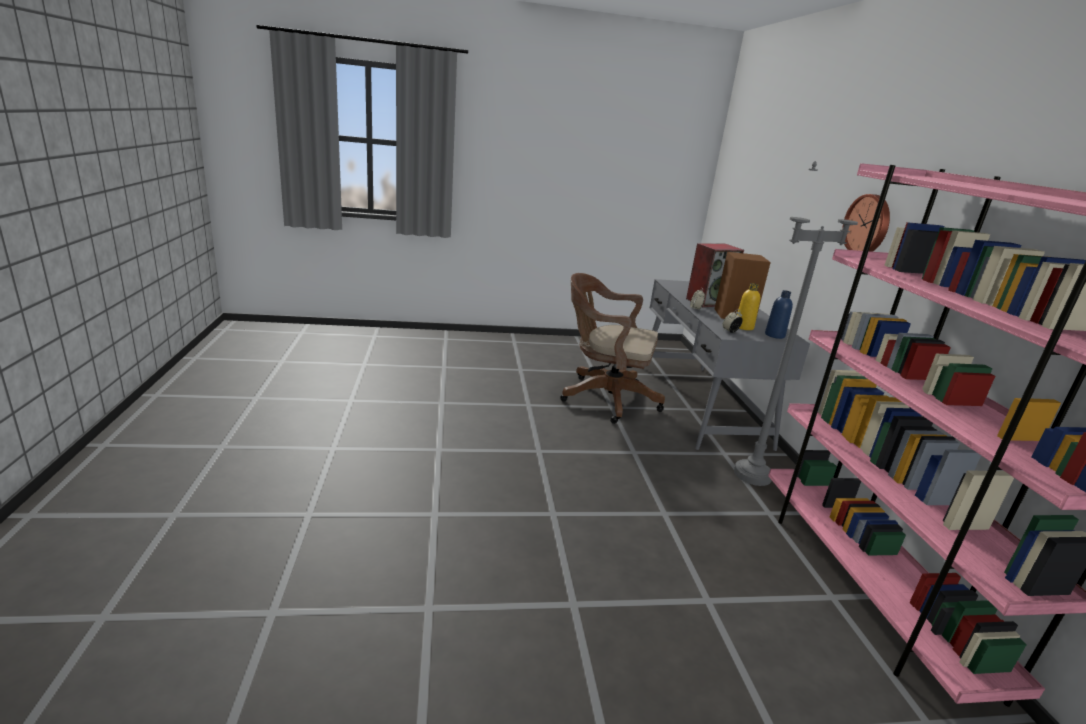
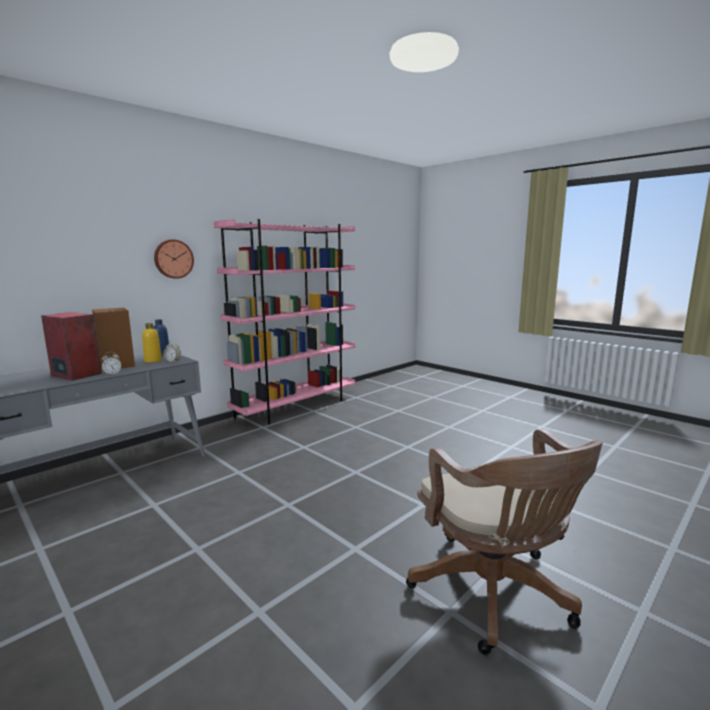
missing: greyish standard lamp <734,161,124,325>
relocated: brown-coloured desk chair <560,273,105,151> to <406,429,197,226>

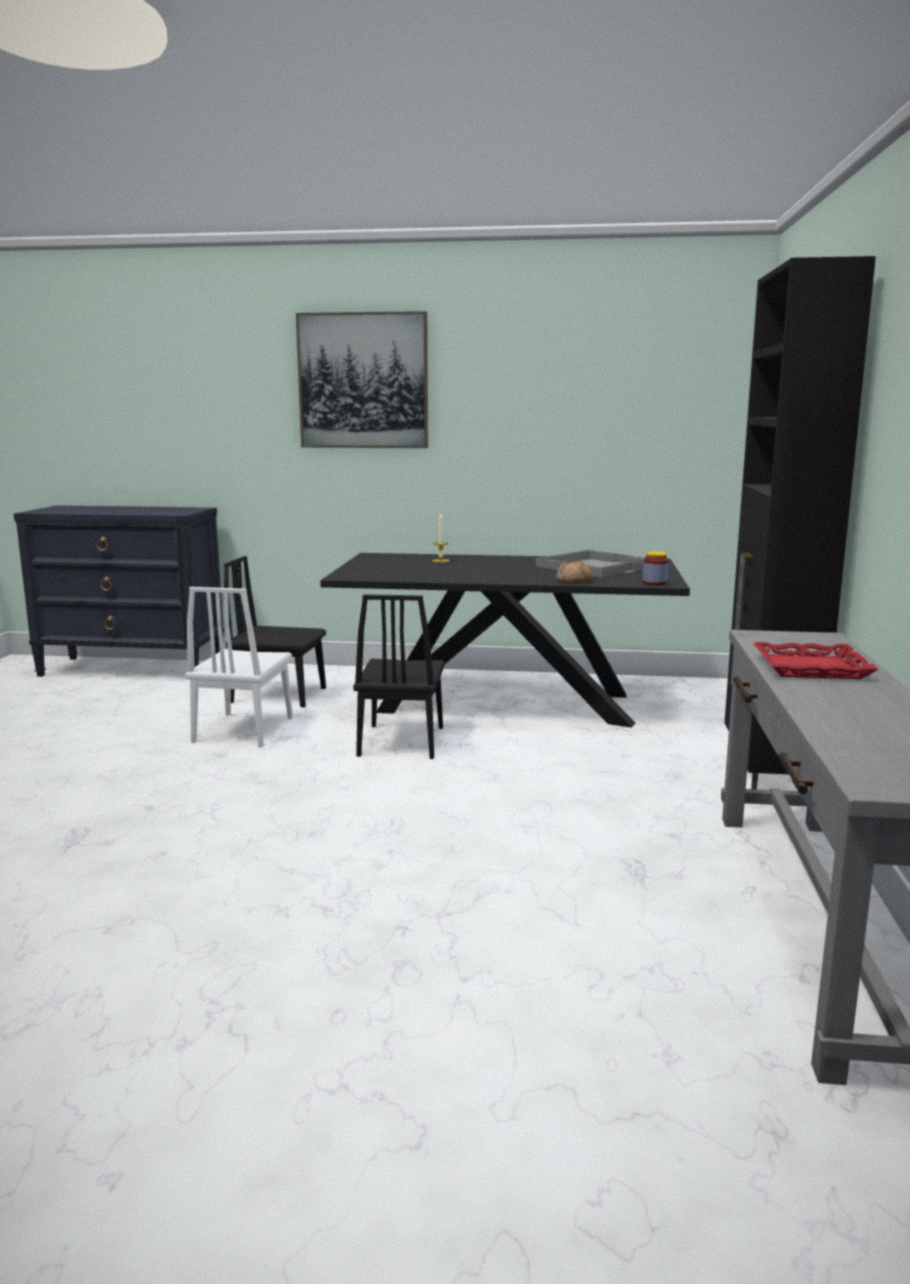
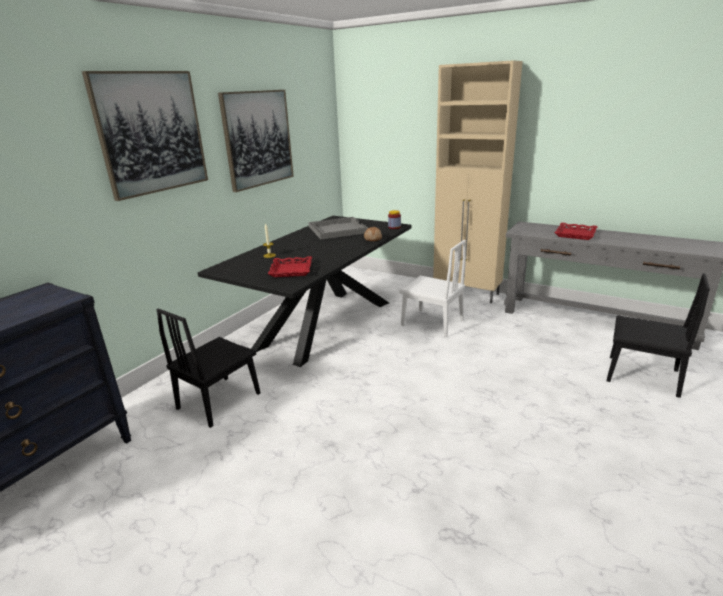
appeared: wall art <218,90,76,102>; reddish serving tray <268,256,44,21>
relocated: white upright chair <186,587,107,160> to <399,240,67,98>; blackish upright chair <353,594,91,165> to <607,273,103,125>
colour: blackish cupboard <724,256,152,533> to beige-coloured cupboard <433,60,90,243>

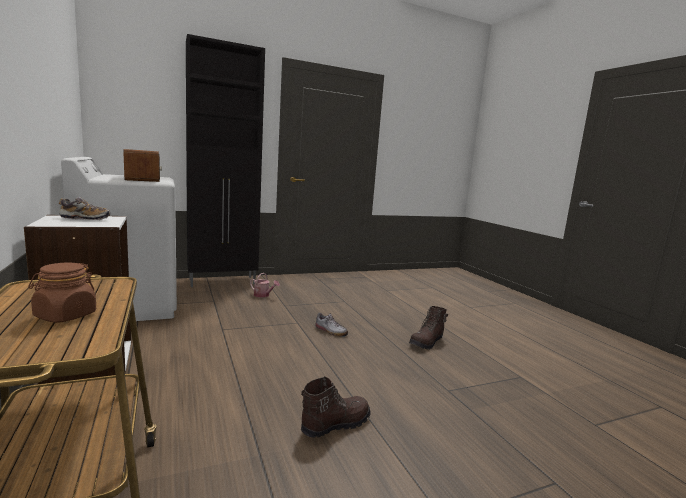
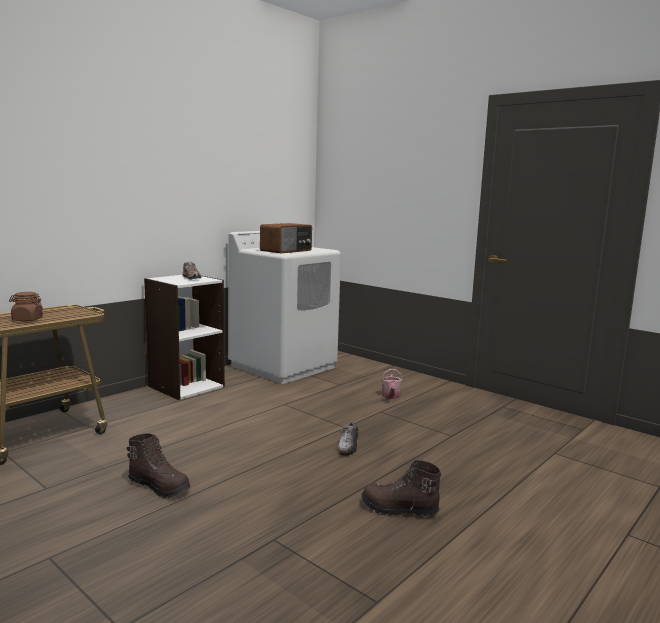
missing: blackish cupboard <186,34,79,253>

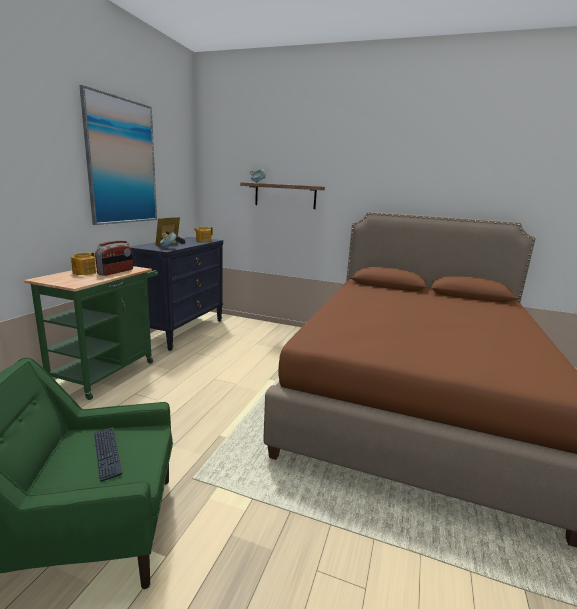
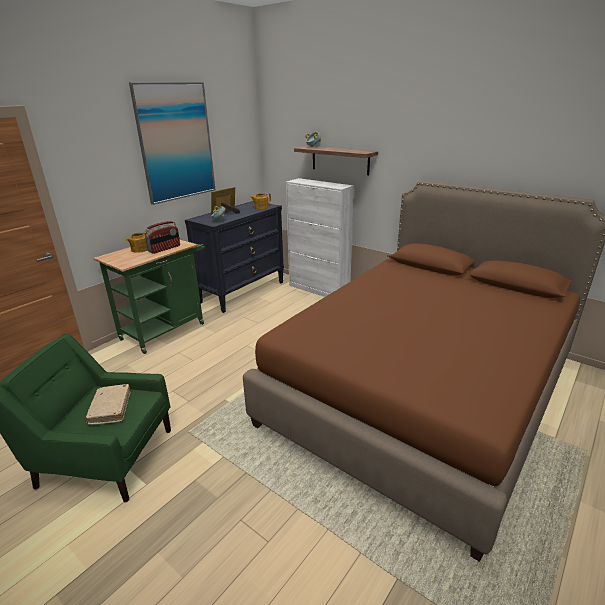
appeared: white cupboard <286,178,68,119>
exchanged: computer keyboard <94,427,28,55> to beige-coloured bound book <85,384,45,41>

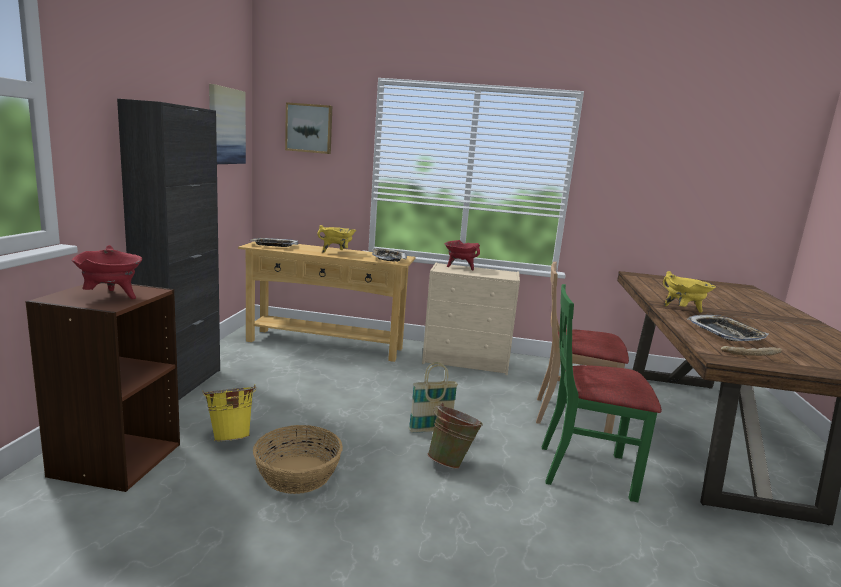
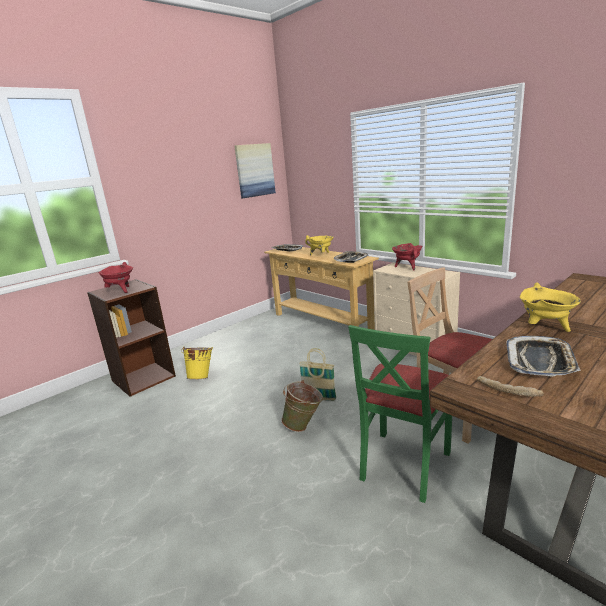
missing: blackish cupboard <117,99,103,302>; basket <253,425,90,69>; wall art <285,102,47,52>
spun: green-coloured upright chair <542,284,120,218> = <348,325,104,178> 105 degrees counterclockwise

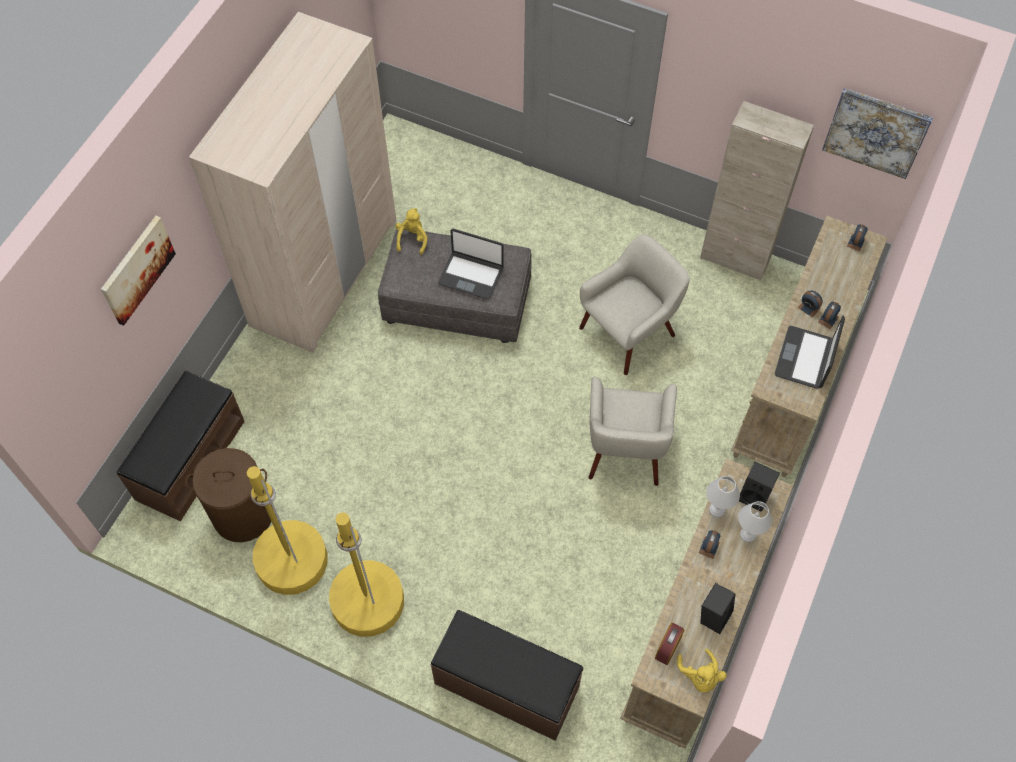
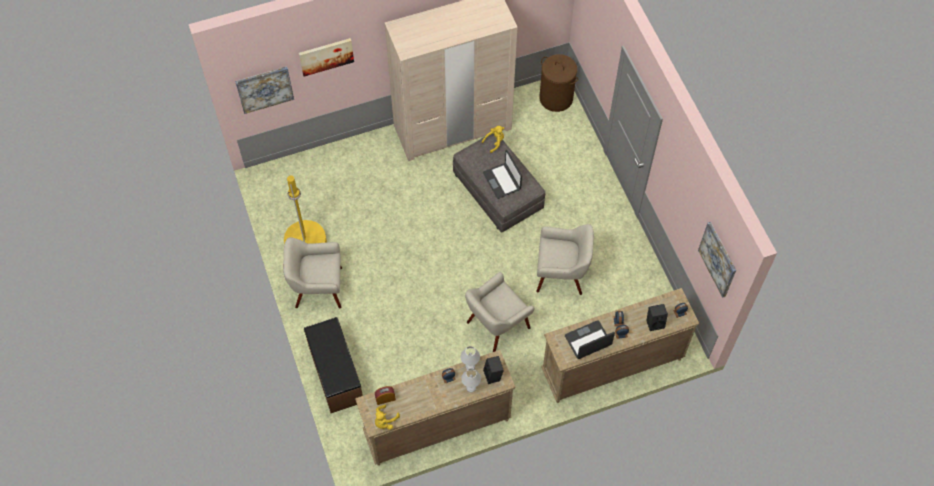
missing: brown-coloured bench <117,371,128,151>; beige-coloured cupboard <700,101,114,180>
appeared: wall art <235,66,59,48>
relocated: brown-coloured washing basket <185,448,87,94> to <539,54,39,58>; blackish loudspeaker <700,583,36,51> to <646,304,22,27>
exchanged: yellowish standard lamp <329,513,75,124> to beige-coloured lounge chair <283,237,59,72>

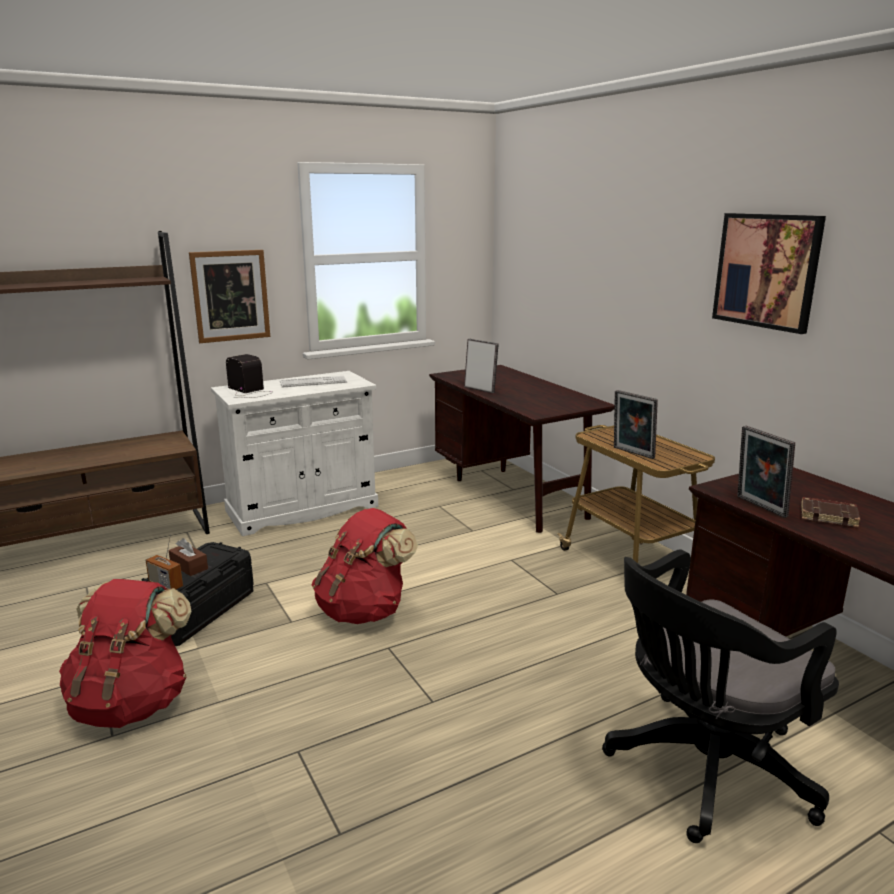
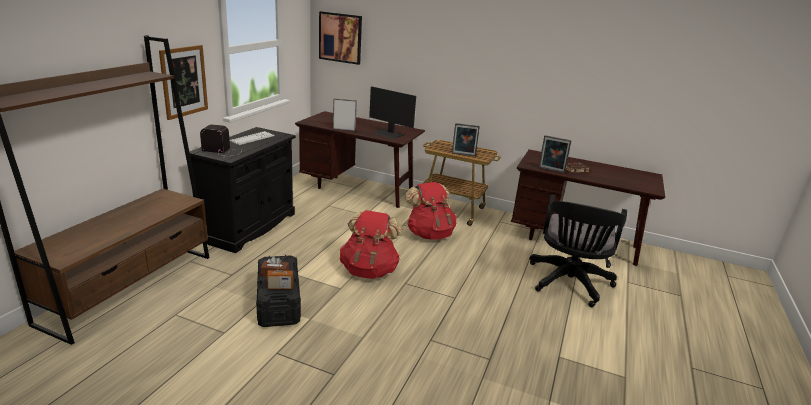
appeared: computer screen <369,86,47,53>
relocated: reddish backpack <59,579,133,149> to <405,182,52,58>; wall art <712,213,114,121> to <319,11,43,54>
colour: white cupboard <211,371,167,165> to blackish cupboard <189,127,107,126>

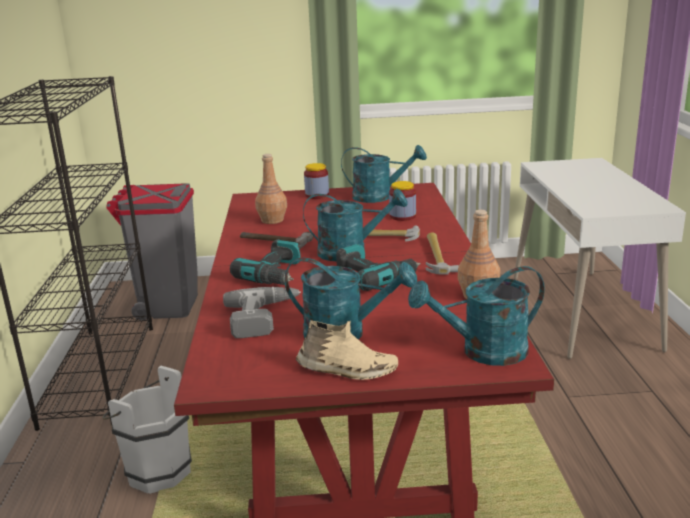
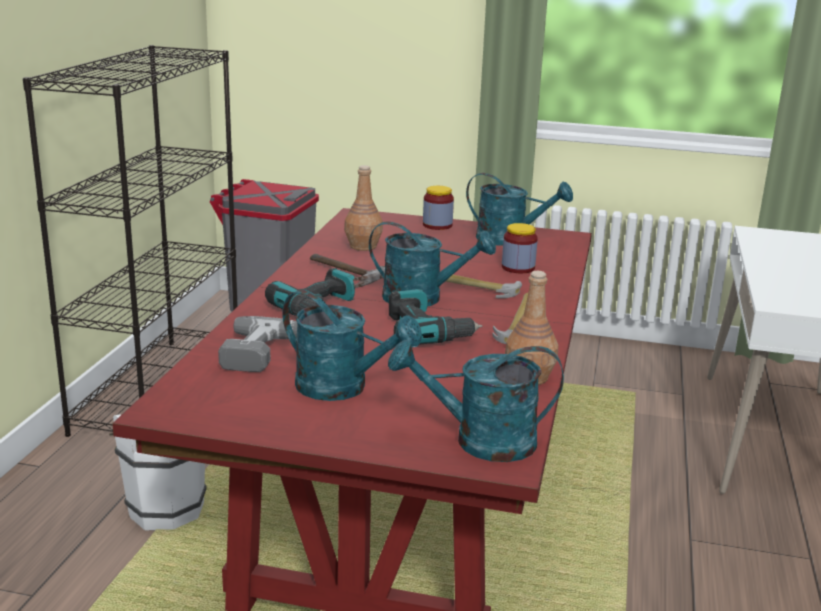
missing: beige-coloured item of footwear <296,320,102,60>

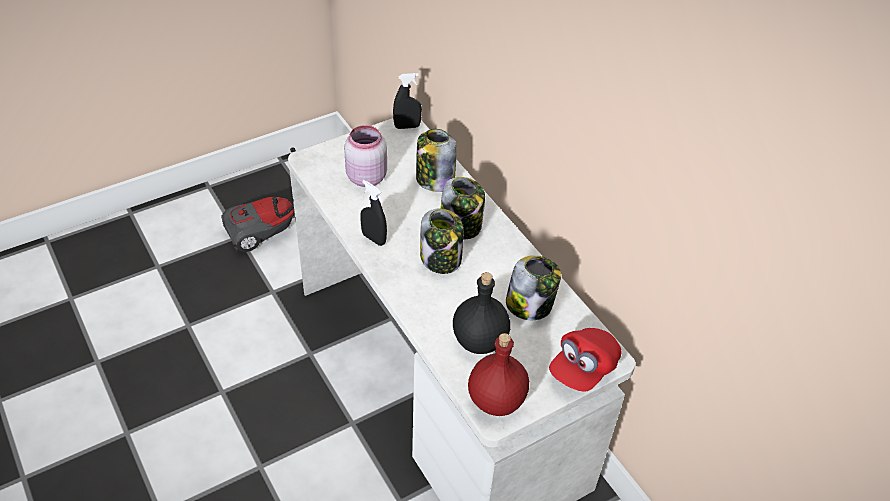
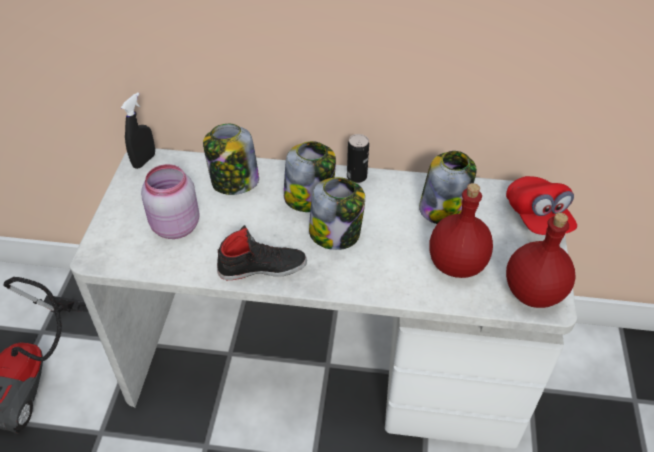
appeared: sealed can <347,134,22,49>
exchanged: blackish spray bottle <360,180,27,66> to blackish item of footwear <217,225,90,55>
colour: blackish drink bottle <453,272,57,82> to reddish drink bottle <429,183,64,95>

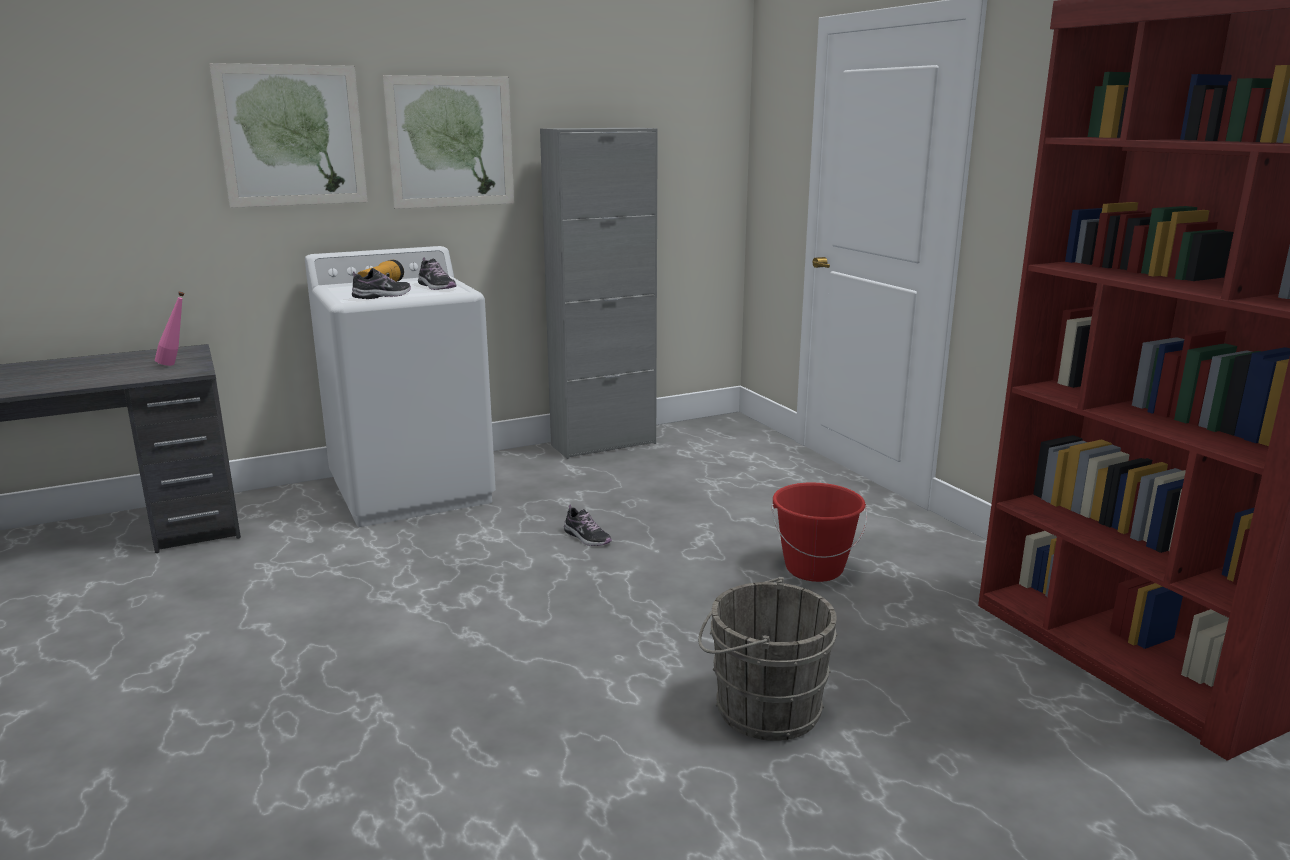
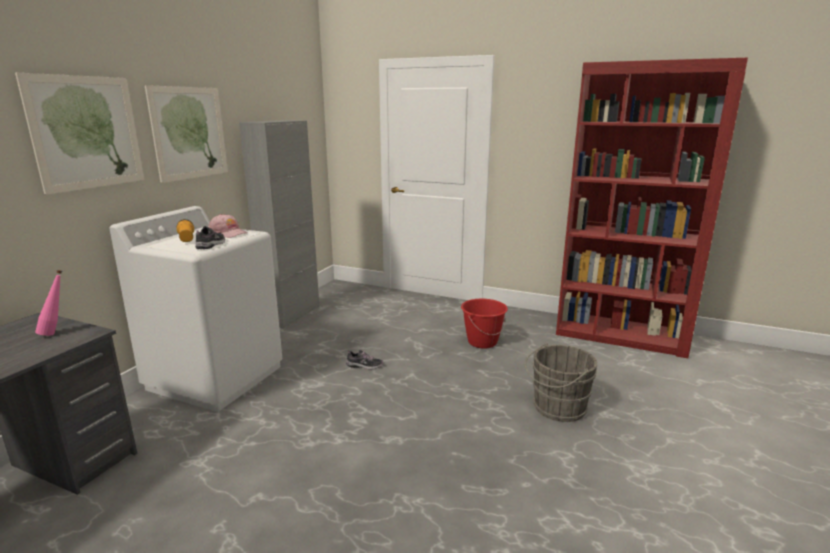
exchanged: item of footwear <418,257,38,33> to pink-coloured baseball cap <208,214,39,24>

